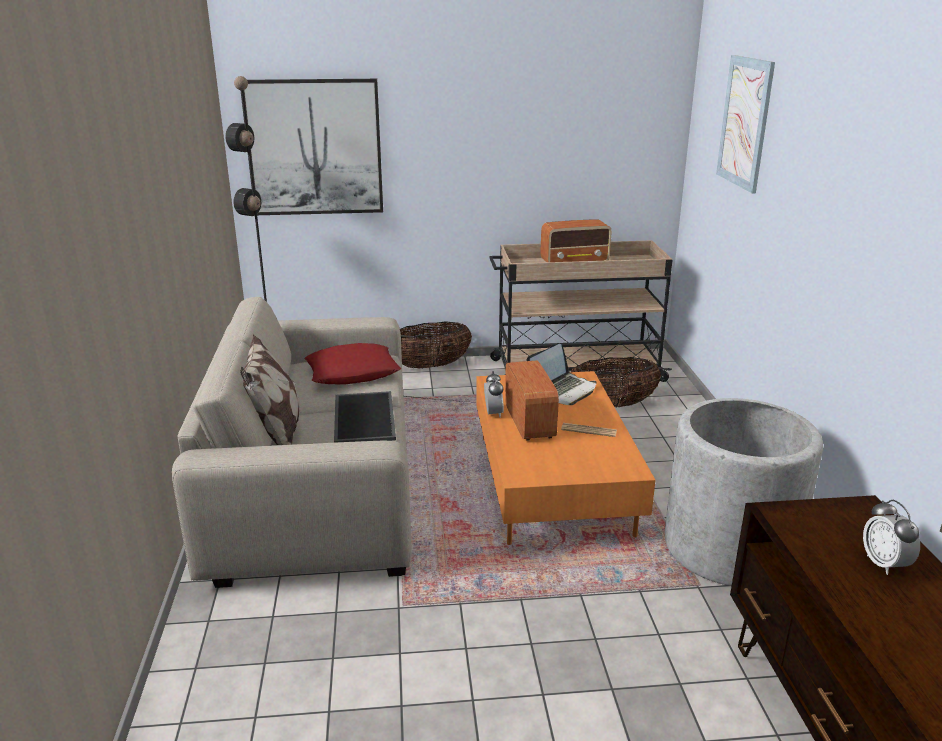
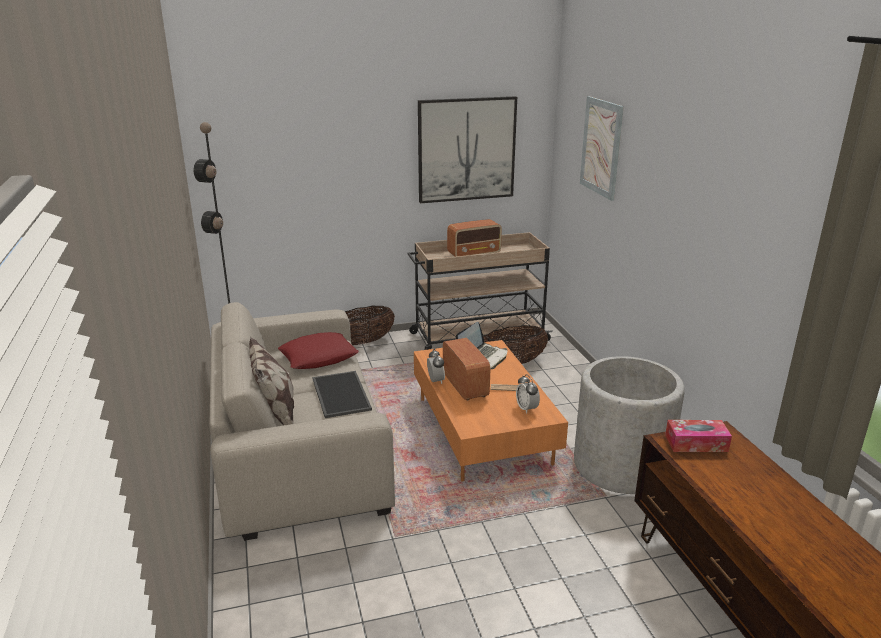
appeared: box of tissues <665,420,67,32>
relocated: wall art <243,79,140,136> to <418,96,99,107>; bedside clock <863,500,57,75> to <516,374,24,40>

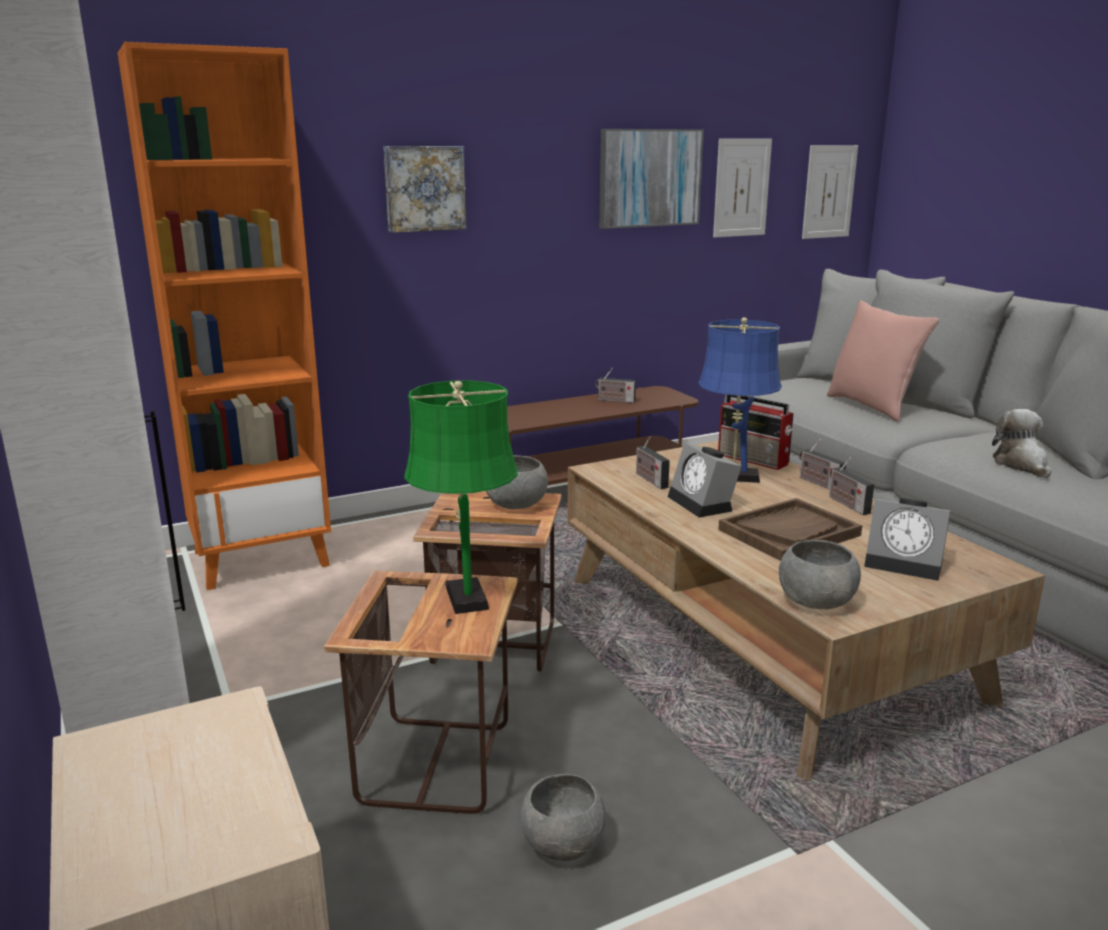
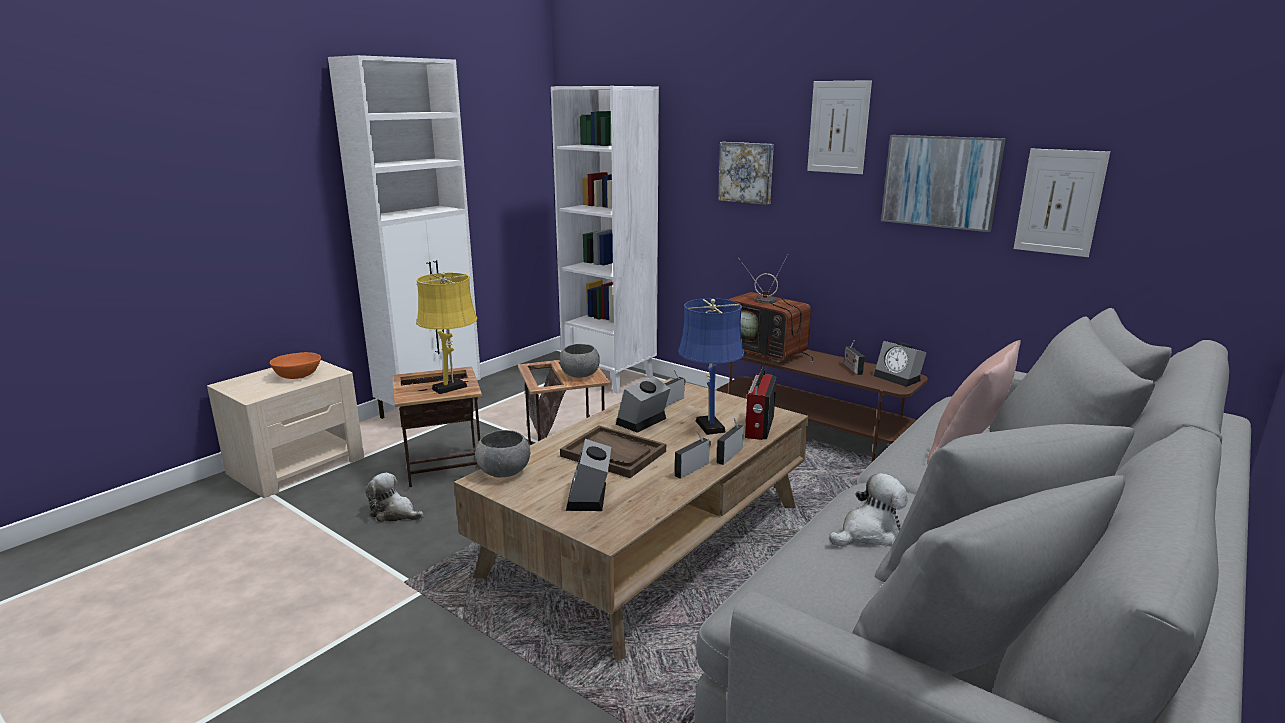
appeared: orange-coloured serving bowl <269,352,52,27>; TV <727,254,87,110>; bedside clock <874,341,53,46>
relocated: wall art <802,145,56,94> to <807,80,65,94>
exchanged: greyish serving bowl <521,774,85,87> to cuddly toy <365,473,59,49>
colour: orange-coloured shelving unit <118,42,213,548> to white shelving unit <551,86,108,308>; green-coloured table lamp <404,380,114,234> to yellowish table lamp <416,272,61,122>

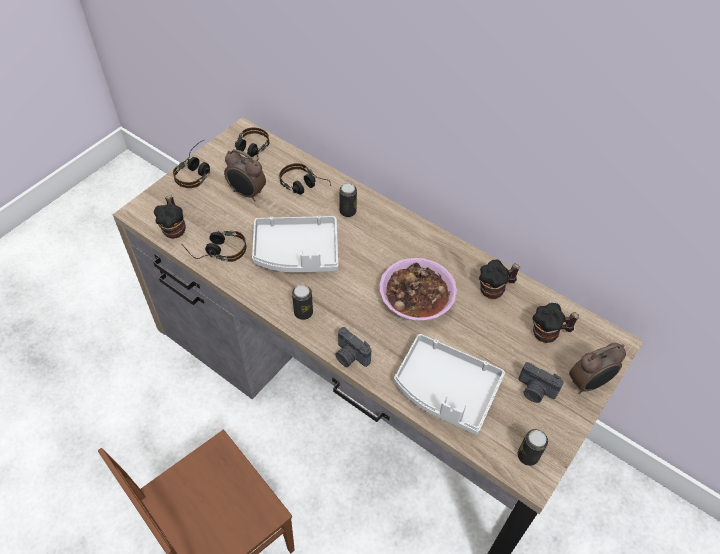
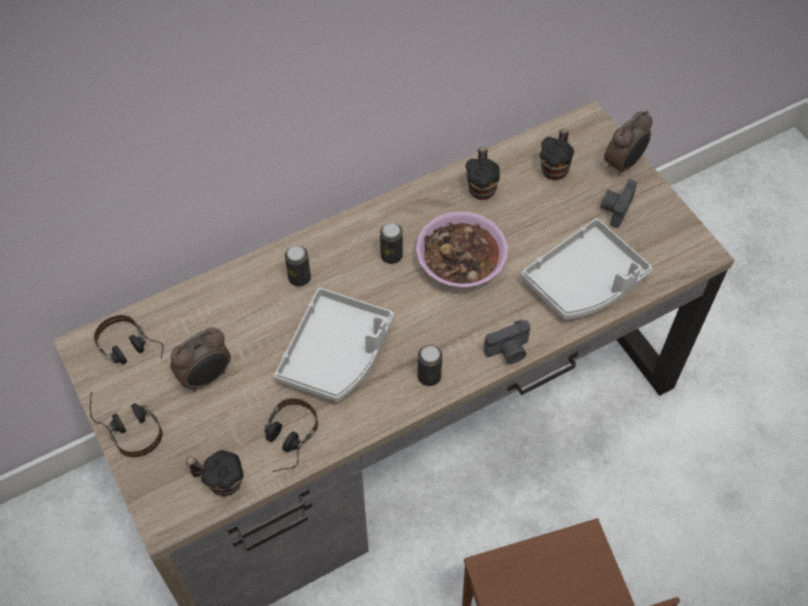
missing: headphones <279,163,52,31>
relocated: sealed can <518,429,30,37> to <380,223,23,41>
spun: photo camera <518,362,46,41> = <600,179,37,49> 150 degrees clockwise; bedside clock <569,343,57,51> = <604,110,49,66> 45 degrees clockwise

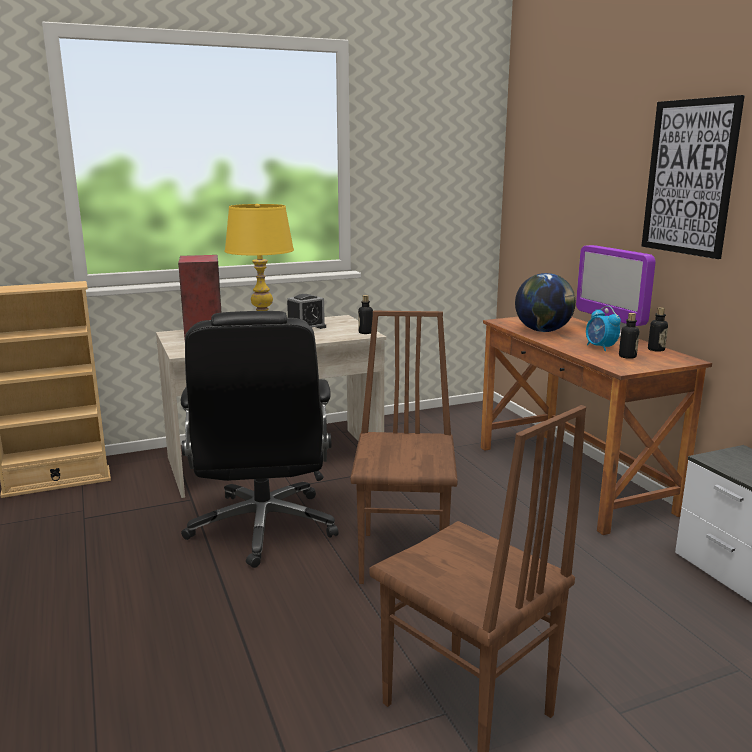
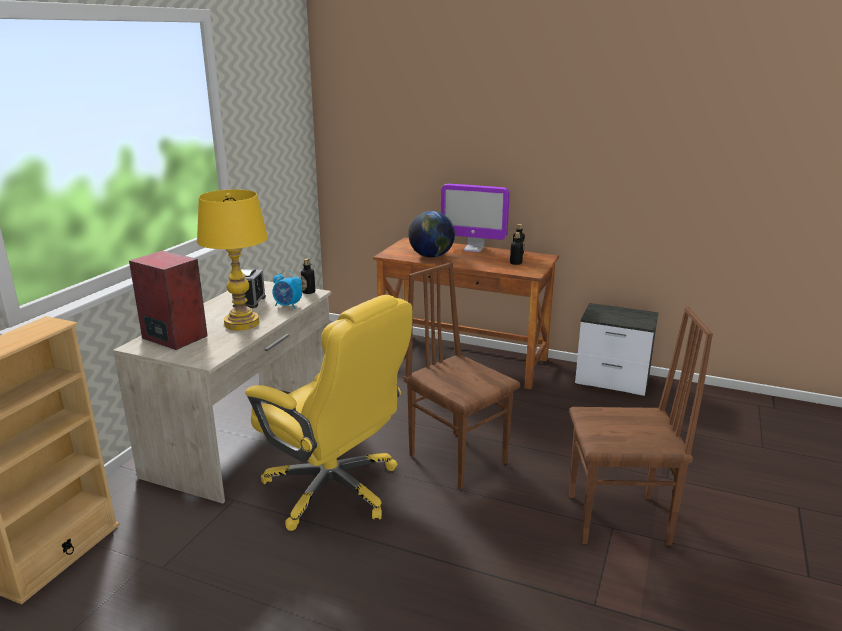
missing: wall art <641,95,104,164>
relocated: bedside clock <586,306,35,45> to <272,270,30,39>
colour: blackish desk chair <181,311,158,257> to yellowish desk chair <245,295,167,236>

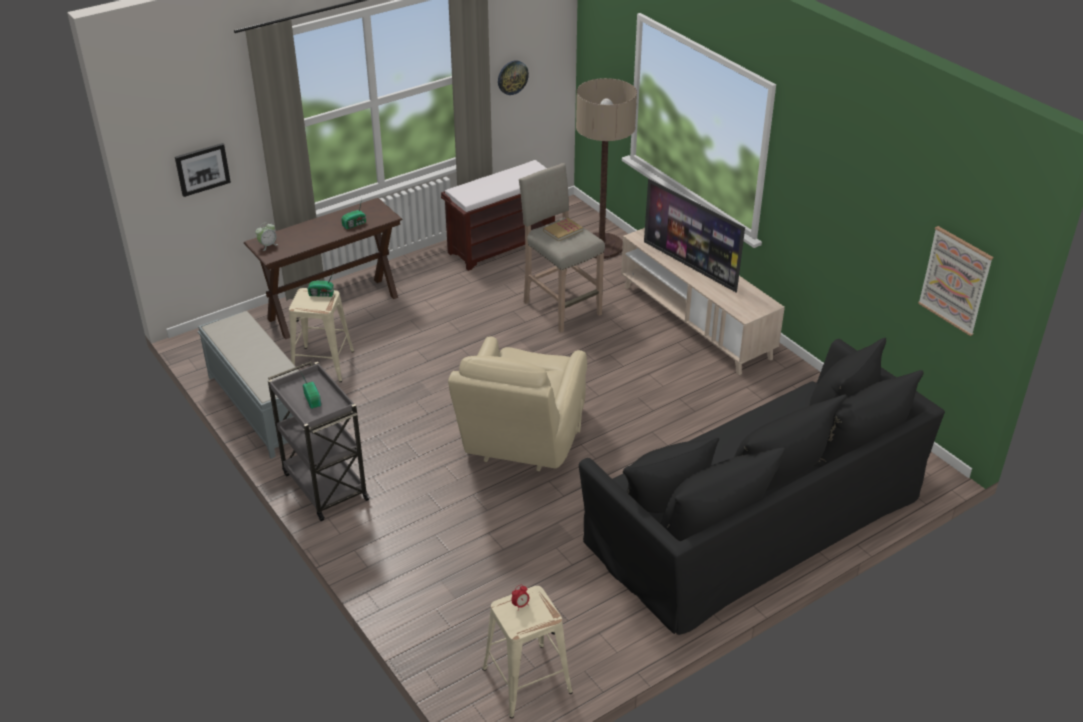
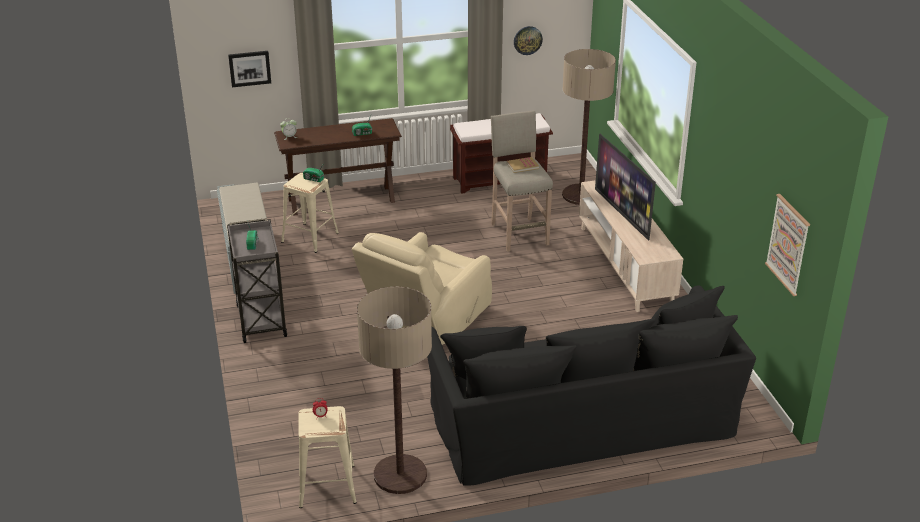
appeared: standard lamp <357,287,75,207>

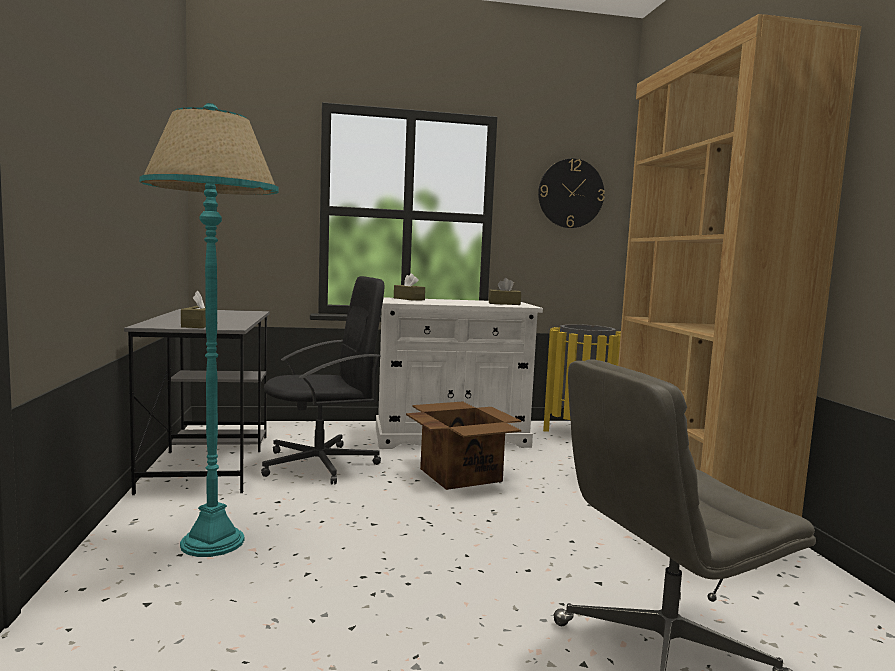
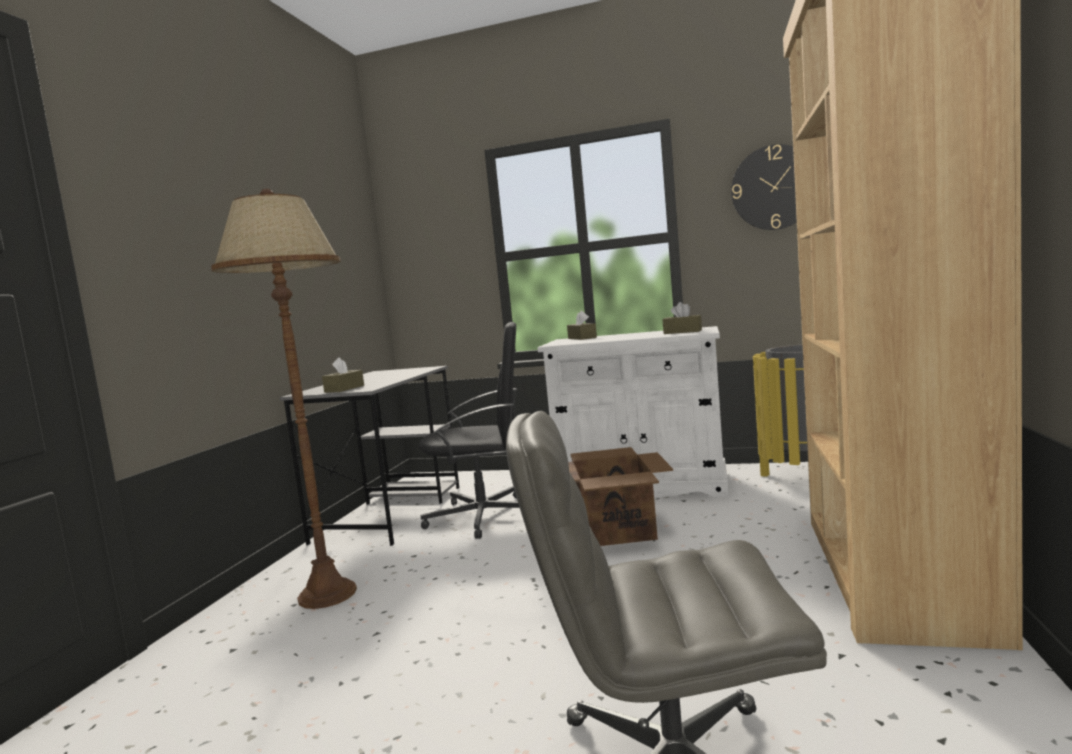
colour: turquoise-coloured standard lamp <140,103,139,454> to brown-coloured standard lamp <211,189,146,420>

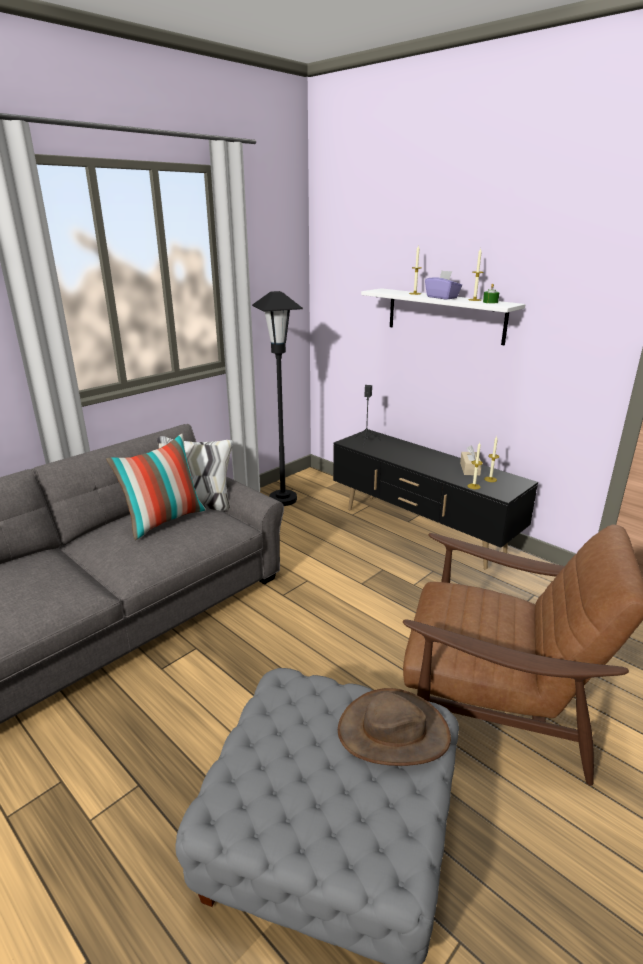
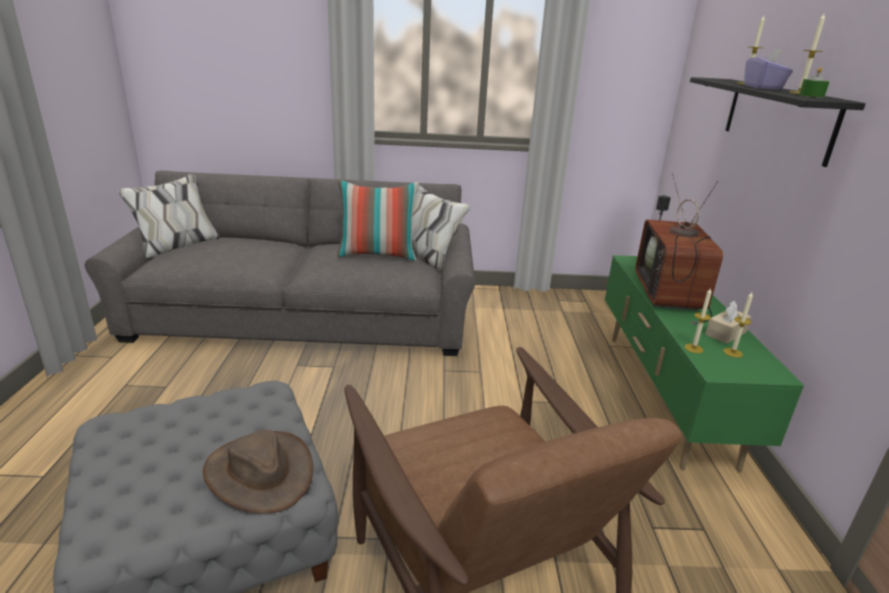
missing: blackish standard lamp <252,291,51,215>
appeared: TV <635,173,88,152>
colour: blackish tv unit <333,429,205,141> to green-coloured tv unit <605,255,199,217>; white wall shelf <361,288,165,57> to blackish wall shelf <690,77,176,90>

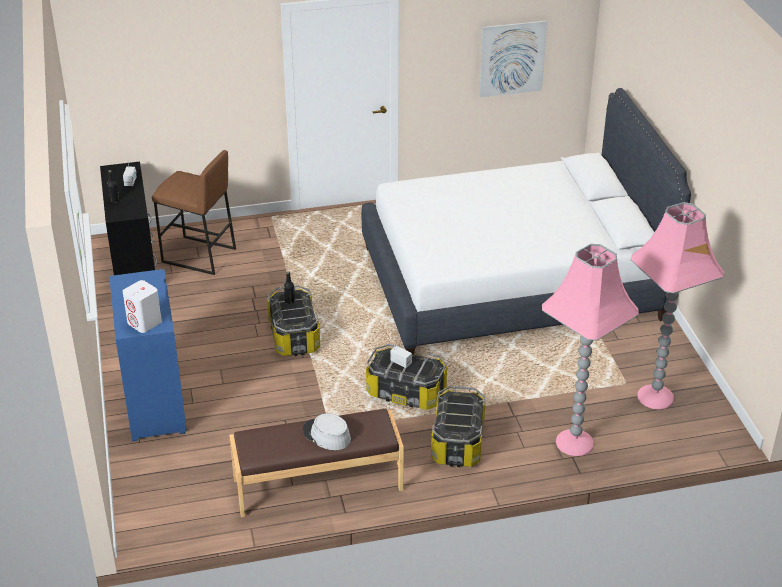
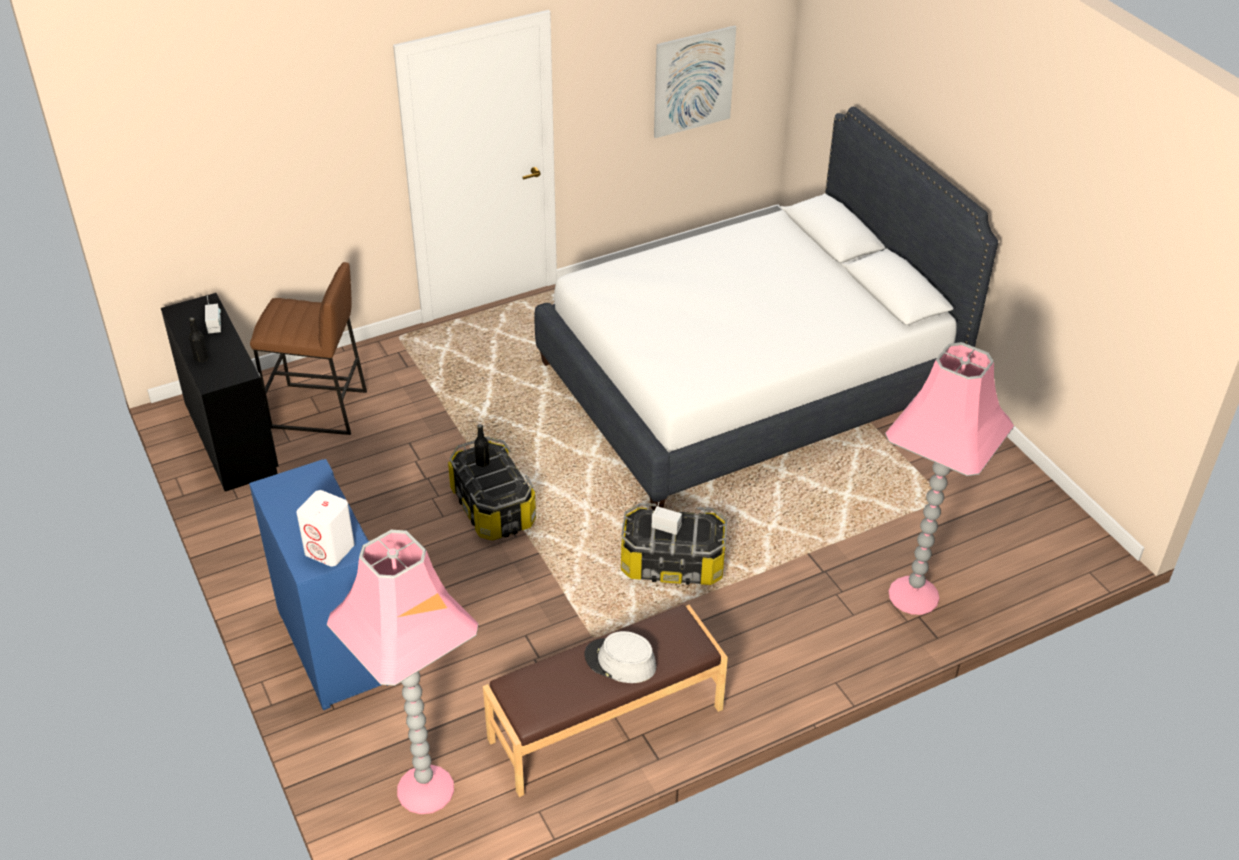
missing: storage box <431,386,55,81>
relocated: pink-coloured standard lamp <630,202,94,207> to <327,530,152,284>

